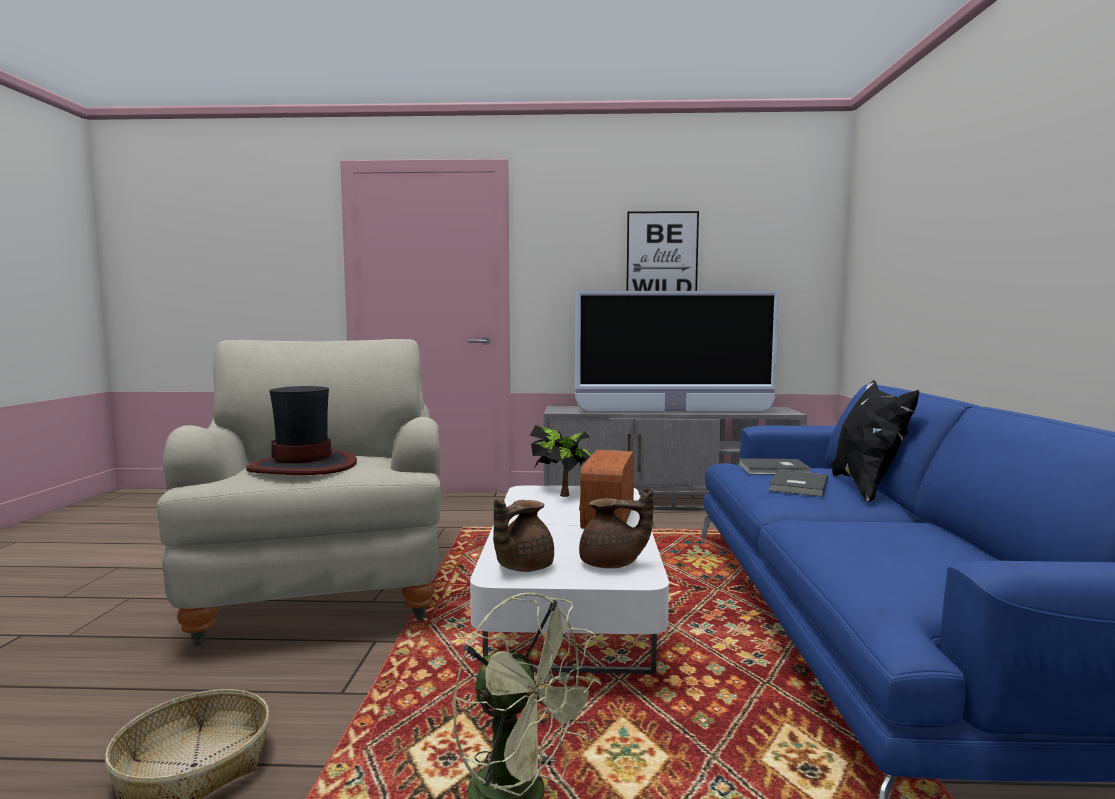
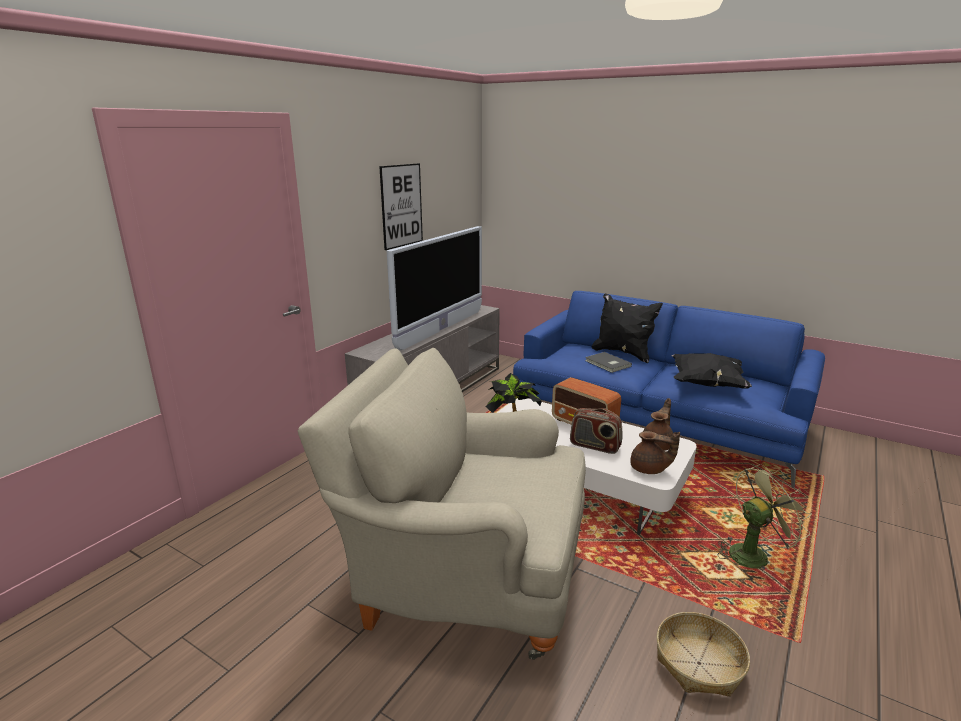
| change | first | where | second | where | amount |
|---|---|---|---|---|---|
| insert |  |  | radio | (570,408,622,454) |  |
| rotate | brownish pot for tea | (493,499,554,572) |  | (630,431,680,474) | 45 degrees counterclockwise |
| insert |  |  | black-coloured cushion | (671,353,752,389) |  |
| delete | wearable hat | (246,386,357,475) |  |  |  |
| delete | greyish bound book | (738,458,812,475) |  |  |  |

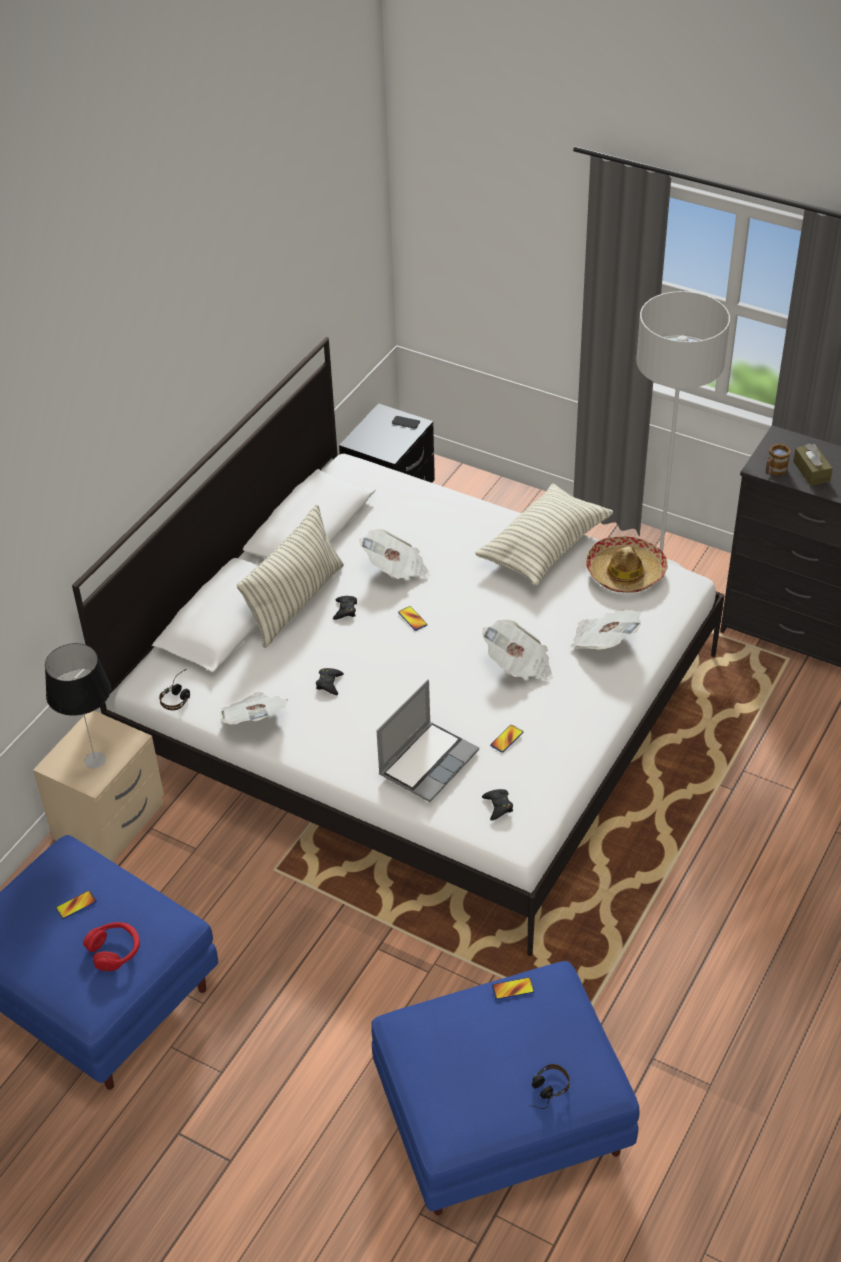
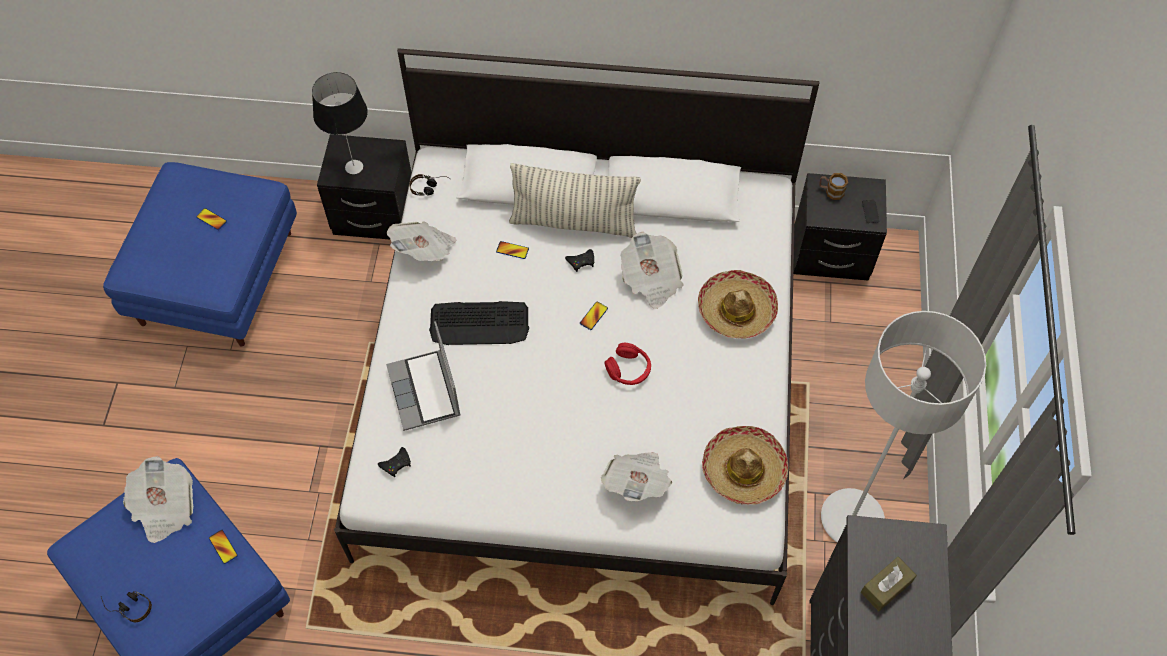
| change | first | where | second | where | amount |
|---|---|---|---|---|---|
| move | daily paper | (482,620,553,680) |  | (123,456,193,543) |  |
| recolor | sand-coloured nightstand | (33,711,164,862) | black-coloured nightstand | (317,134,411,240) |  |
| rotate | portable computer | (376,679,479,802) |  | (386,321,461,431) | 60 degrees clockwise |
| insert |  |  | computer keyboard | (429,301,529,345) |  |
| move | handset | (490,725,523,753) |  | (496,241,529,259) |  |
| move | reddish headphones | (83,922,140,971) |  | (604,343,651,385) |  |
| insert |  |  | wearable hat | (698,270,778,338) |  |
| move | mug | (766,444,791,476) |  | (819,173,848,200) |  |
| delete | black-coloured game controller | (316,668,344,695) |  |  |  |
| delete | cushion | (475,483,613,586) |  |  |  |

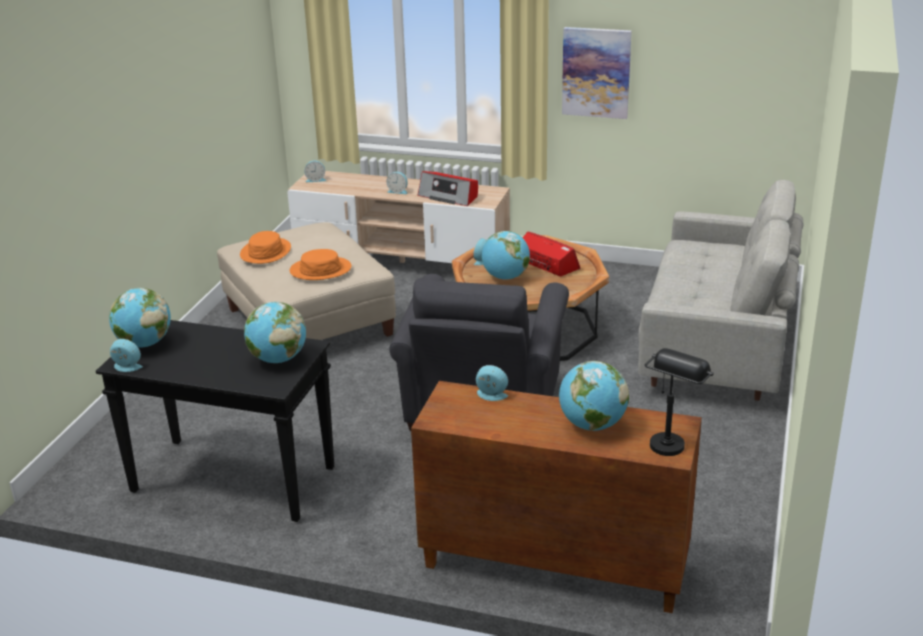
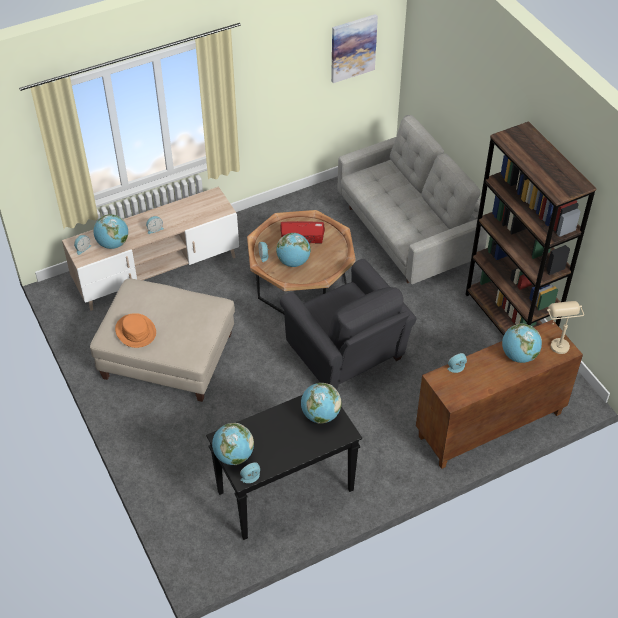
| change | first | where | second | where | amount |
|---|---|---|---|---|---|
| insert |  |  | desk globe | (94,214,128,249) |  |
| move | picture | (562,27,631,119) |  | (331,14,378,83) |  |
| insert |  |  | brownish bookshelf | (465,121,596,336) |  |
| recolor | black-coloured tabletop lamp | (645,348,713,456) | sand-coloured tabletop lamp | (547,301,584,354) |  |
| delete | orange-coloured wearable hat | (290,249,351,280) |  |  |  |
| delete | radio | (418,171,478,206) |  |  |  |

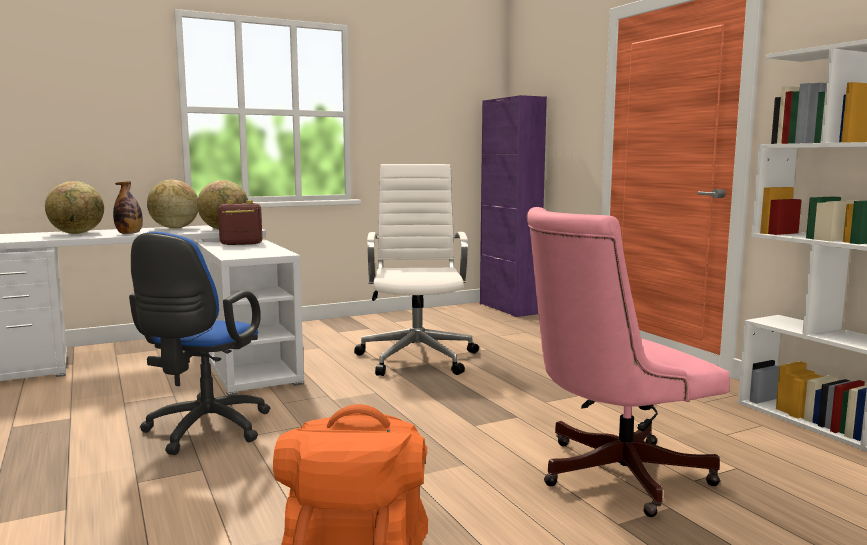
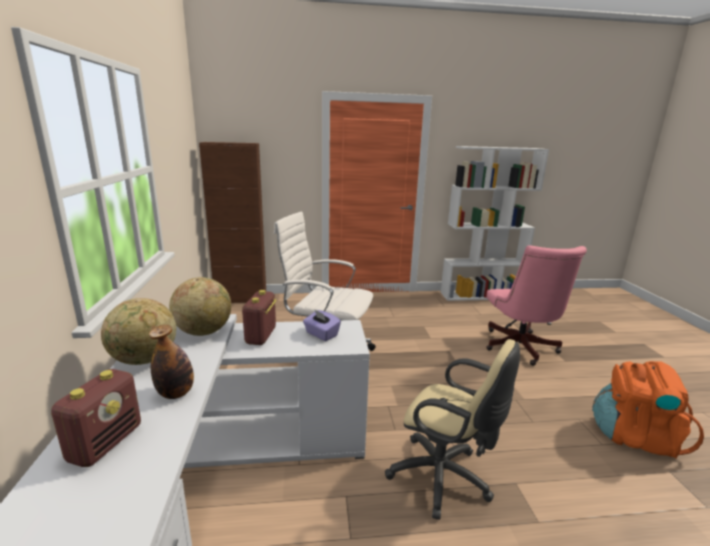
| change | first | where | second | where | amount |
|---|---|---|---|---|---|
| replace | desk globe | (45,181,104,234) | radio | (51,369,141,467) |  |
| recolor | purple cabinet | (480,95,547,317) | brownish cabinet | (199,142,266,303) |  |
| insert |  |  | purple box of tissues | (303,309,341,341) |  |
| recolor | blue-coloured computer chair | (129,232,271,455) | sand-coloured computer chair | (385,339,520,520) |  |

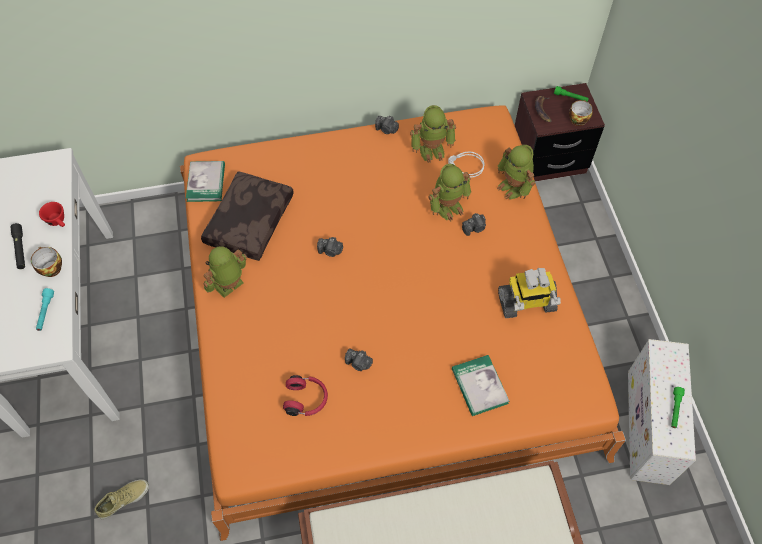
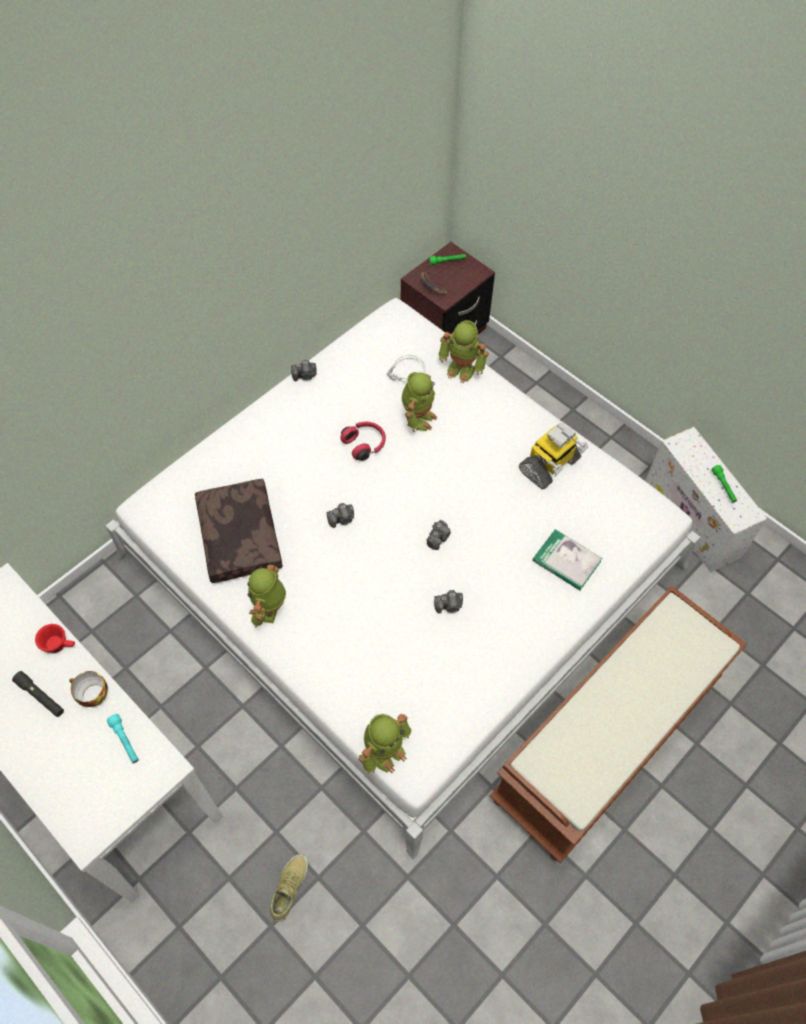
| change | first | where | second | where | amount |
|---|---|---|---|---|---|
| recolor | orange-coloured bedroom bed | (180,105,626,541) | whitish bedroom bed | (105,298,701,859) |  |
| move | reddish headphones | (283,375,328,416) |  | (340,422,386,461) |  |
| move | toy robot | (410,105,456,163) |  | (358,714,411,773) |  |
| move | photo camera | (462,213,486,236) |  | (426,520,451,550) |  |
| delete | bound book | (186,161,225,202) |  |  |  |
| delete | cup | (569,100,593,126) |  |  |  |

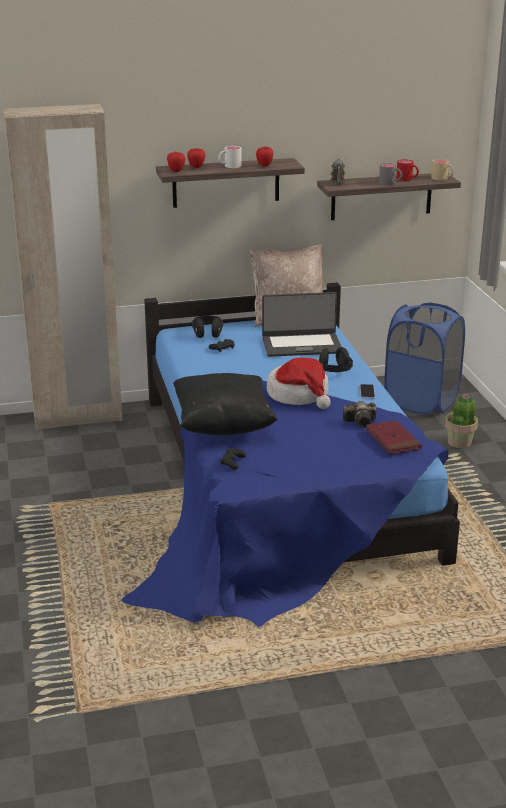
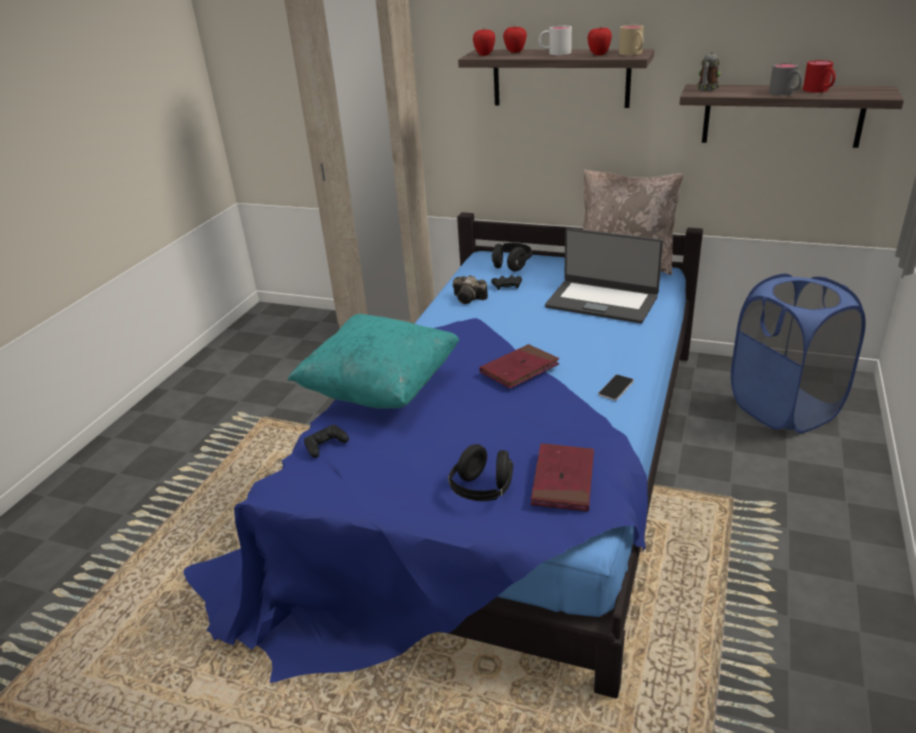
| change | first | where | second | where | amount |
|---|---|---|---|---|---|
| recolor | black-coloured cushion | (173,373,278,435) | turquoise-coloured cushion | (288,314,460,409) |  |
| move | black-coloured headphones | (319,347,353,372) |  | (448,444,513,501) |  |
| move | photo camera | (343,401,377,427) |  | (453,275,488,304) |  |
| replace | wearable hat | (267,358,330,409) | reddish bound book | (479,344,559,388) |  |
| move | sand-coloured mug | (431,159,454,180) |  | (619,25,644,55) |  |
| delete | potted plant | (445,393,478,448) |  |  |  |

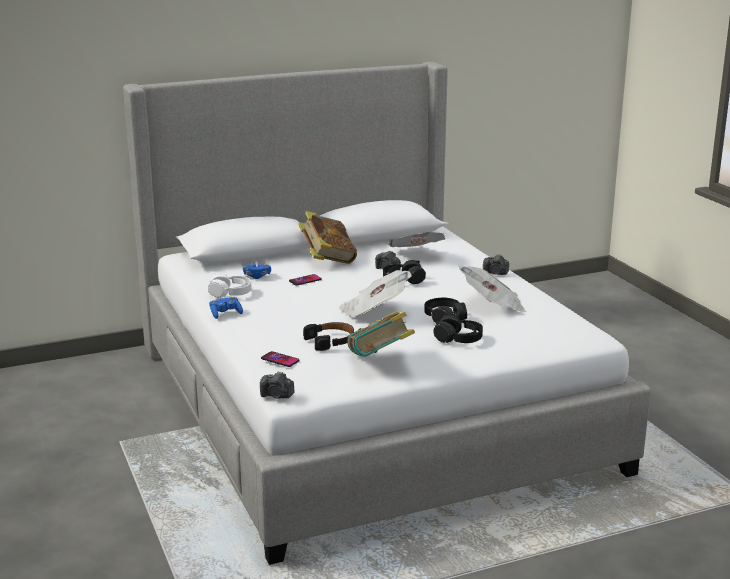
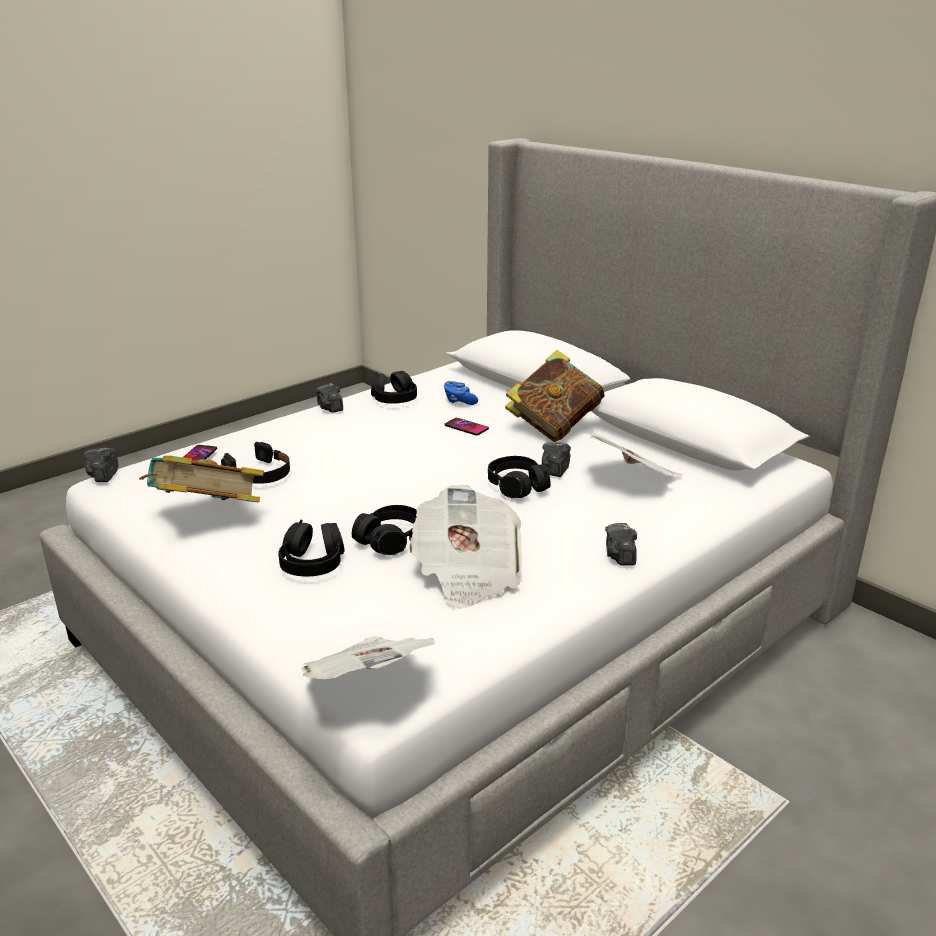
| change | first | where | second | where | amount |
|---|---|---|---|---|---|
| move | daily paper | (339,270,412,318) |  | (301,636,436,679) |  |
| replace | blue-coloured game controller | (209,297,243,319) | photo camera | (315,383,343,413) |  |
| recolor | whitish headphones | (208,273,251,298) | black-coloured headphones | (371,371,417,404) |  |

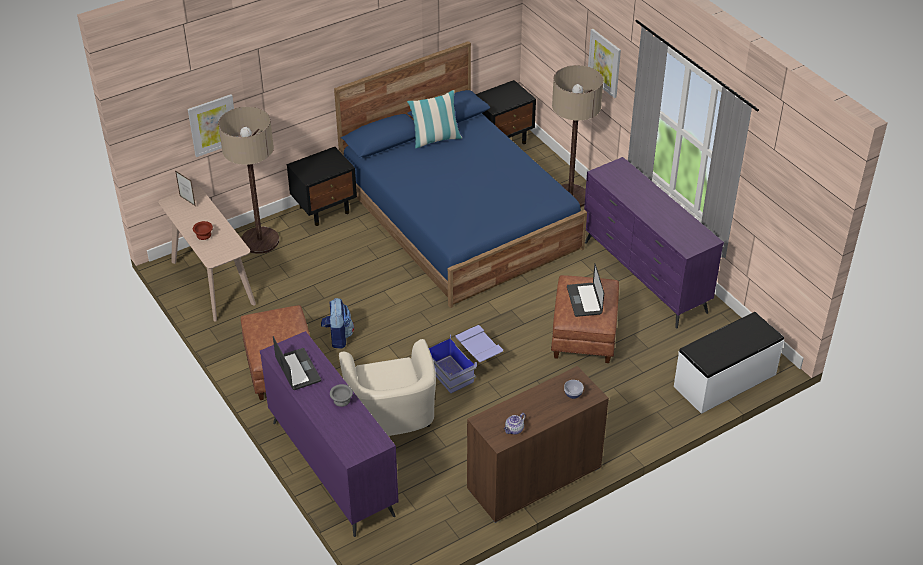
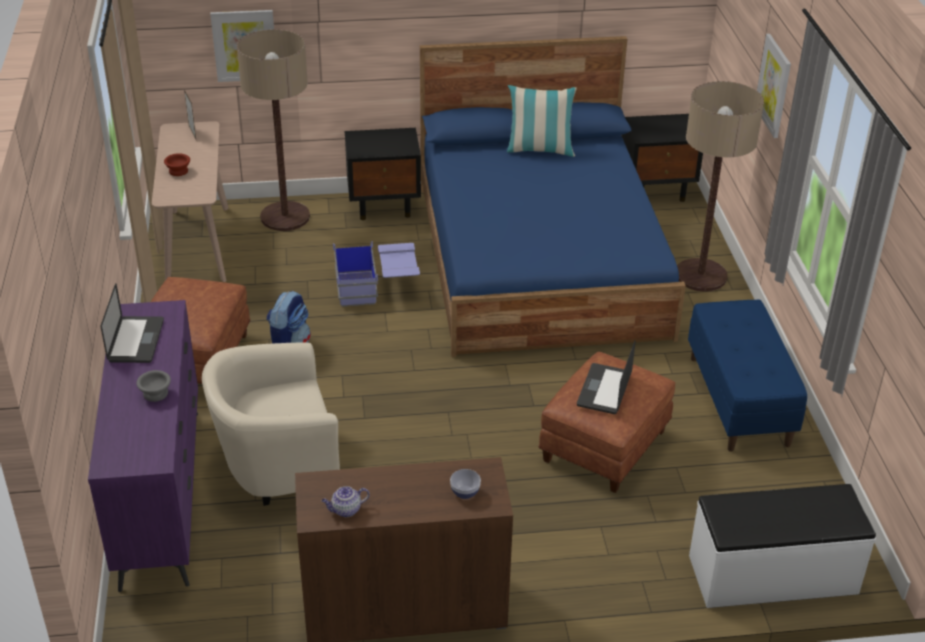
| change | first | where | second | where | amount |
|---|---|---|---|---|---|
| rotate | sand-coloured easy chair | (339,339,436,436) |  | (202,343,340,506) | 60 degrees clockwise |
| move | blue-coloured storage bin | (429,325,503,393) |  | (333,241,420,307) |  |
| replace | purple drawer chest | (584,157,724,329) | blue-coloured bench | (688,300,807,452) |  |

